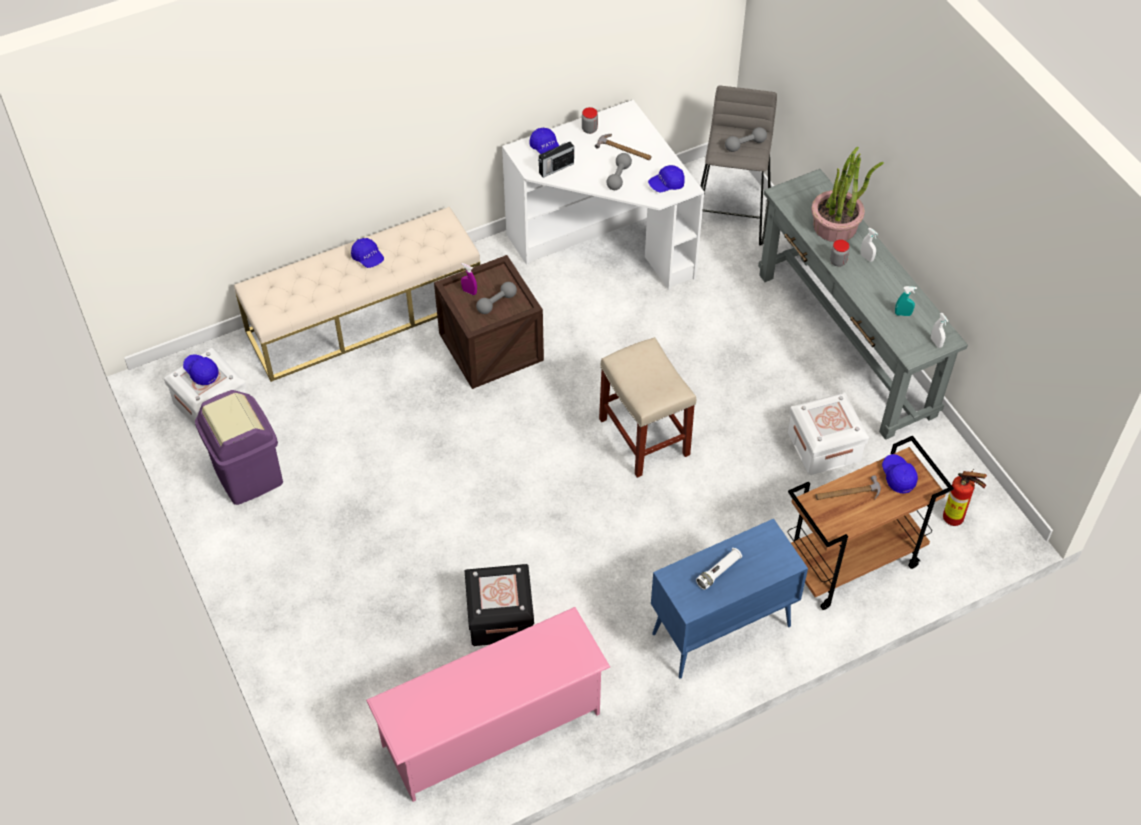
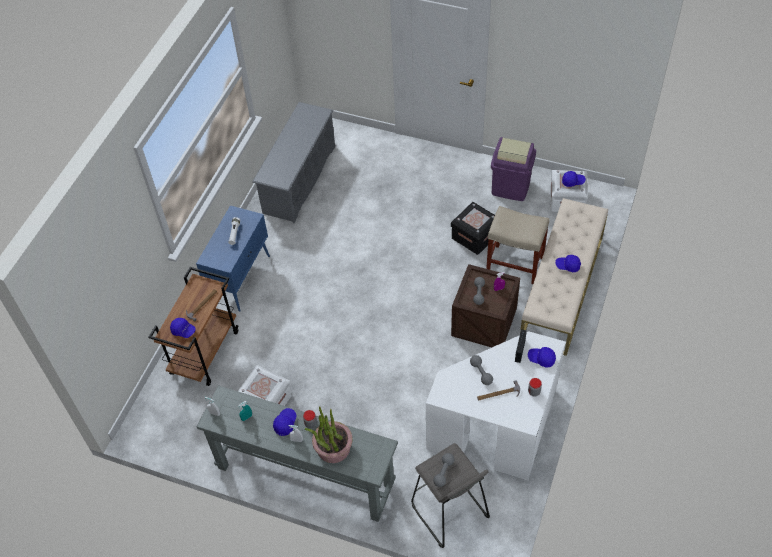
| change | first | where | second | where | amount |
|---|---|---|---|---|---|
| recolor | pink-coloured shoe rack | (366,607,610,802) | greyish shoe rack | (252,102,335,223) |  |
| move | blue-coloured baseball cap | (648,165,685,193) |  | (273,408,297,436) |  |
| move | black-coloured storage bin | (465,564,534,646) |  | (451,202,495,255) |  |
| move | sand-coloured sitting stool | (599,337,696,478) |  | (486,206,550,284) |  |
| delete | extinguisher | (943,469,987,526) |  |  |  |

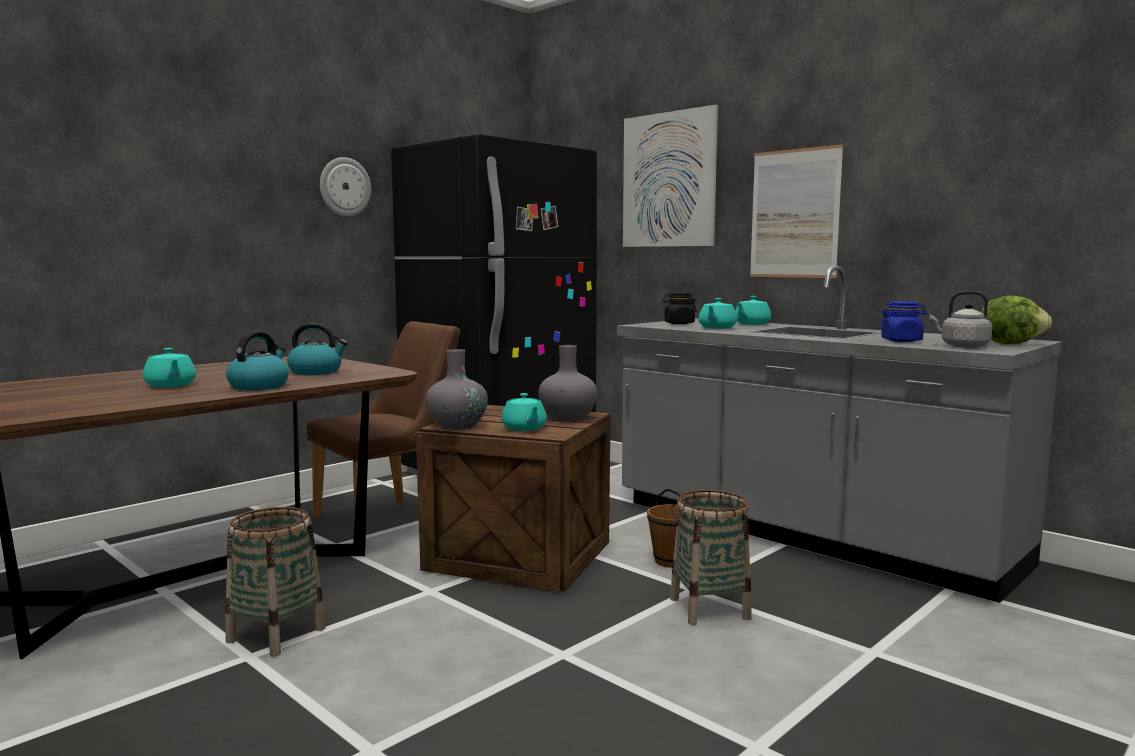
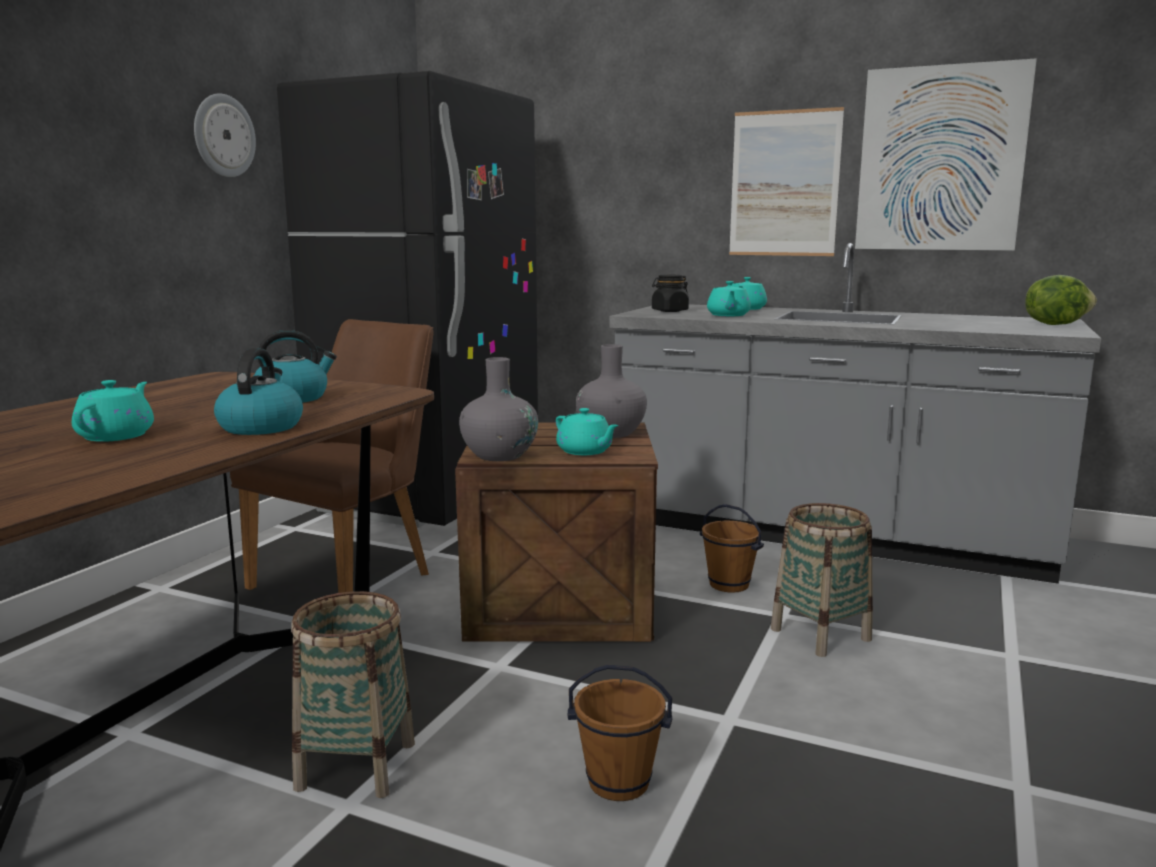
| change | first | where | second | where | amount |
|---|---|---|---|---|---|
| rotate | turquoise-coloured pot for tea | (143,348,196,388) |  | (72,380,154,442) | 120 degrees counterclockwise |
| insert |  |  | brownish bucket | (567,665,672,801) |  |
| move | picture | (623,105,718,247) |  | (855,58,1037,251) |  |
| delete | blue-coloured jar | (880,301,927,342) |  |  |  |
| delete | greyish water kettle | (929,291,992,348) |  |  |  |

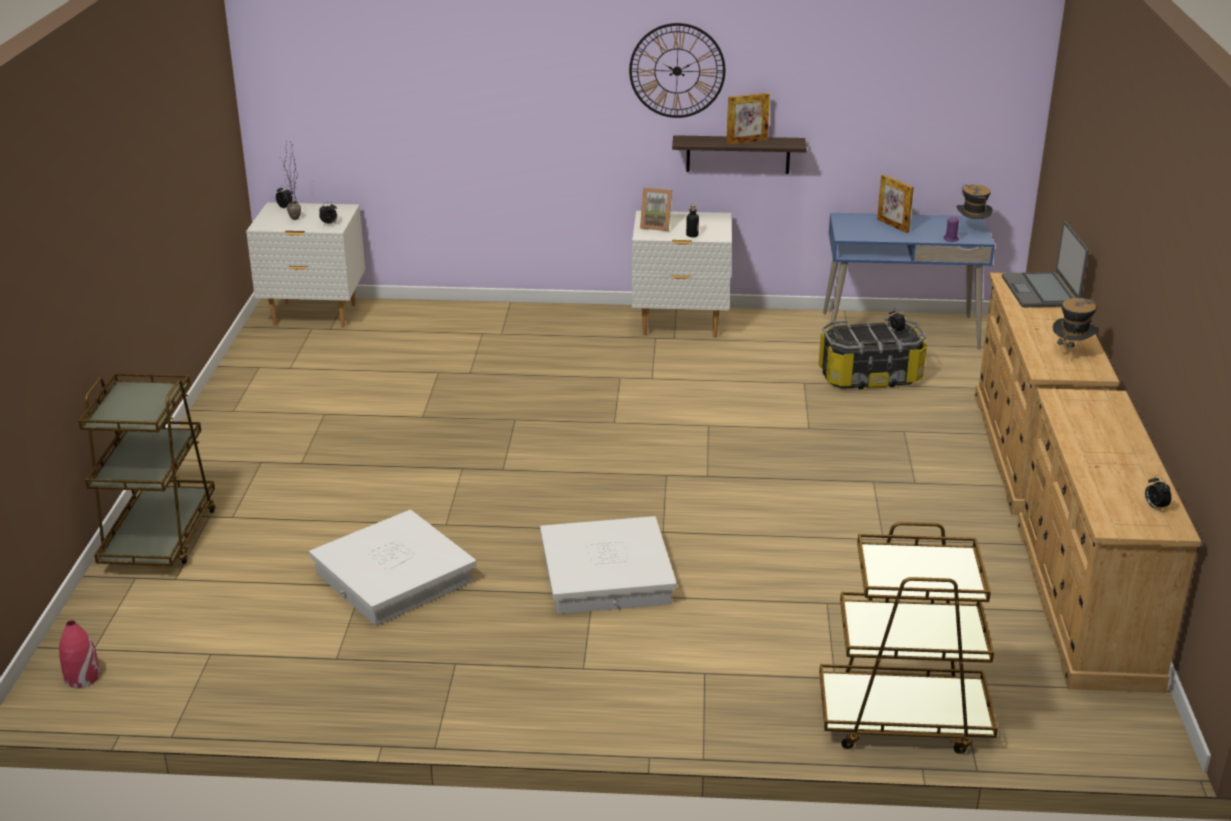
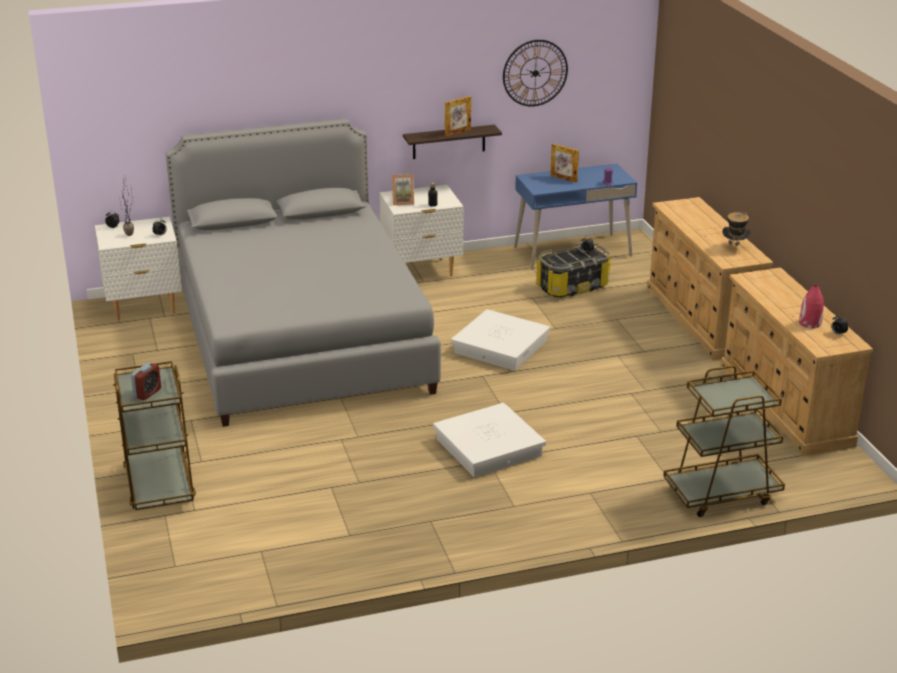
| change | first | where | second | where | amount |
|---|---|---|---|---|---|
| insert |  |  | bedside clock | (131,362,161,400) |  |
| insert |  |  | greyish bedroom bed | (166,119,441,427) |  |
| move | whitish storage bin | (309,510,477,626) |  | (451,309,550,371) |  |
| move | wall clock | (629,23,725,118) |  | (503,40,568,107) |  |
| move | reddish flower vase | (59,620,101,688) |  | (799,285,824,328) |  |
| delete | wearable hat | (956,185,993,219) |  |  |  |
| delete | portable computer | (1002,221,1089,307) |  |  |  |

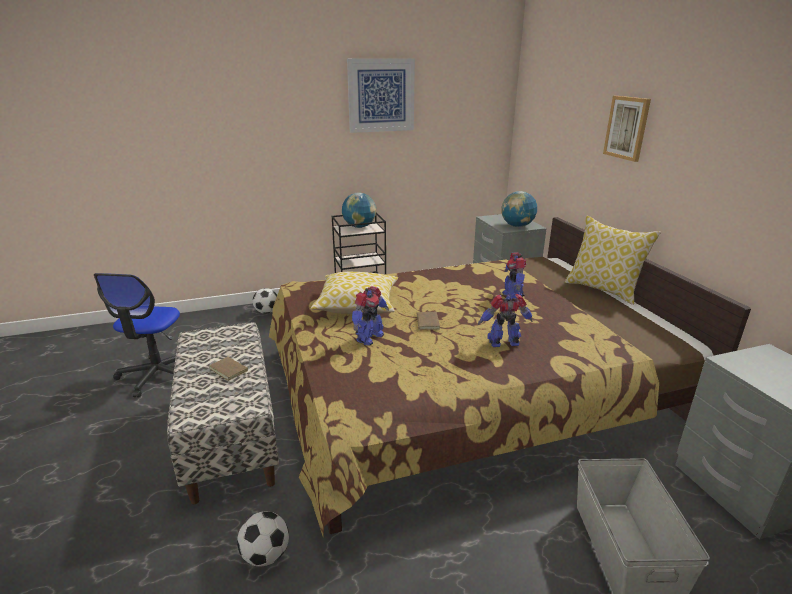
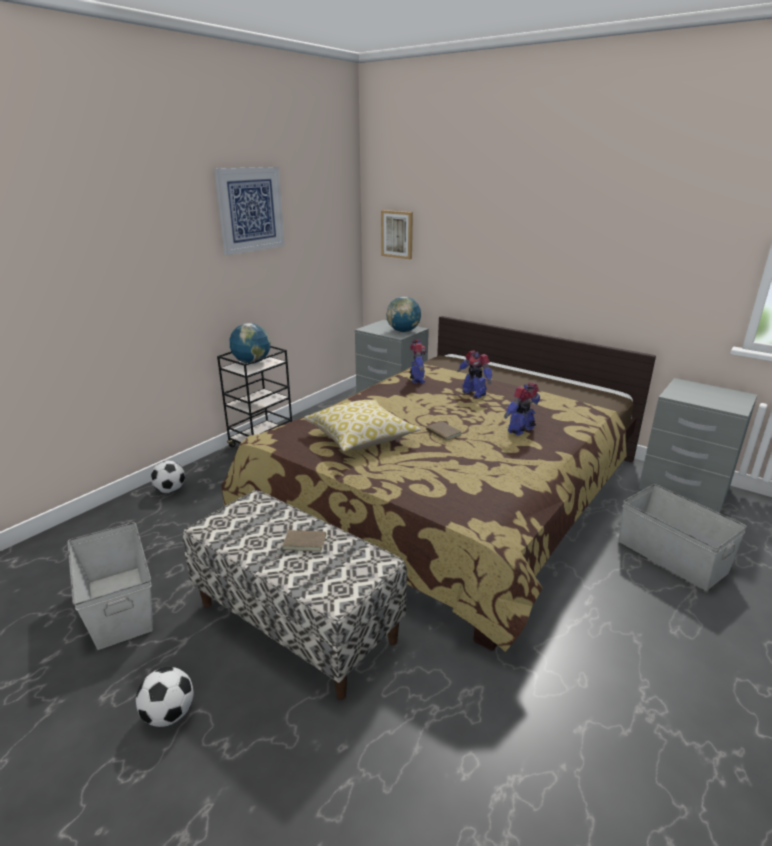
| change | first | where | second | where | amount |
|---|---|---|---|---|---|
| replace | computer chair | (94,273,180,398) | greyish storage bin | (67,522,153,650) |  |
| move | football | (237,511,289,567) |  | (136,667,194,727) |  |
| move | picture | (603,96,651,162) |  | (381,210,413,259) |  |
| move | toy robot | (352,286,389,346) |  | (409,339,426,384) |  |
| delete | cushion | (565,216,661,305) |  |  |  |

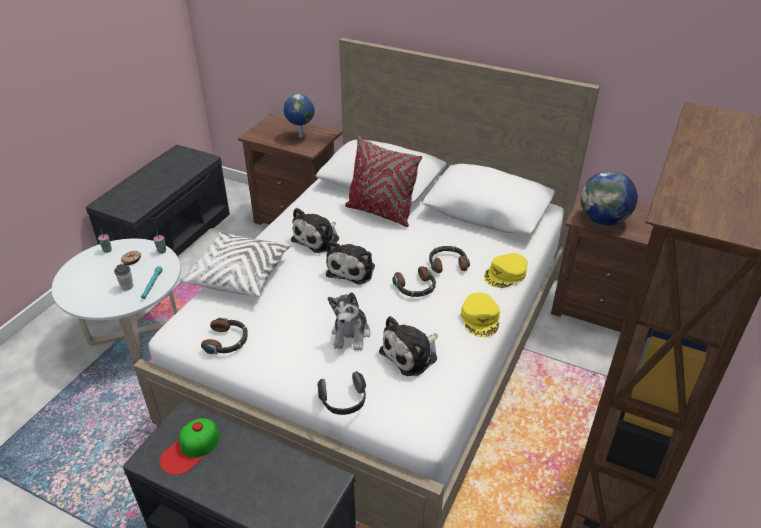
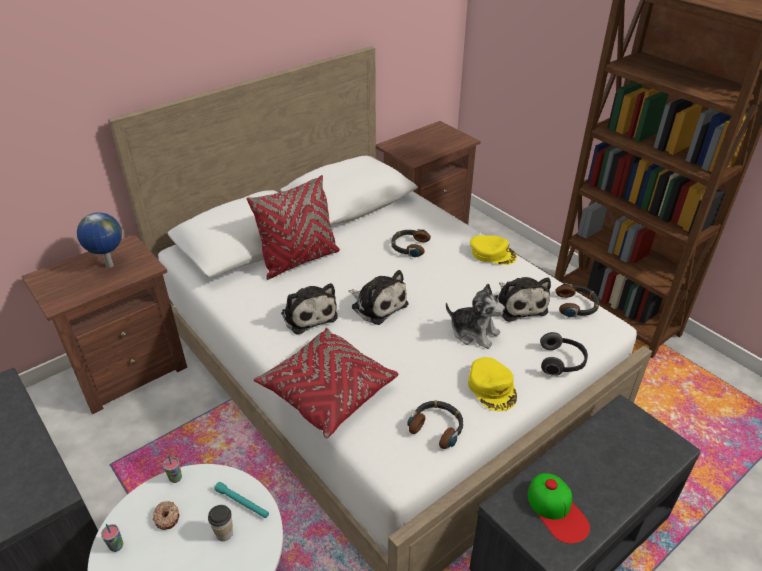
| change | first | where | second | where | amount |
|---|---|---|---|---|---|
| recolor | whitish cushion | (180,232,291,297) | reddish cushion | (254,328,398,439) |  |
| move | yellow baseball cap | (484,253,528,288) |  | (468,357,517,411) |  |
| move | headphones | (392,266,436,297) |  | (555,283,599,317) |  |
| delete | desk globe | (581,171,638,225) |  |  |  |

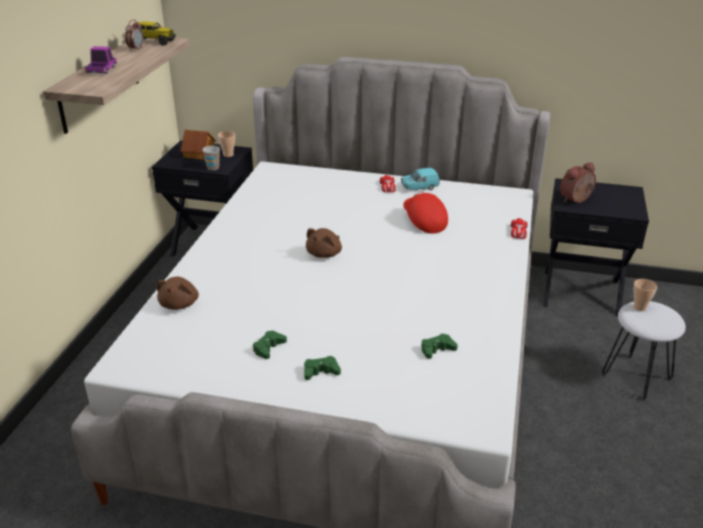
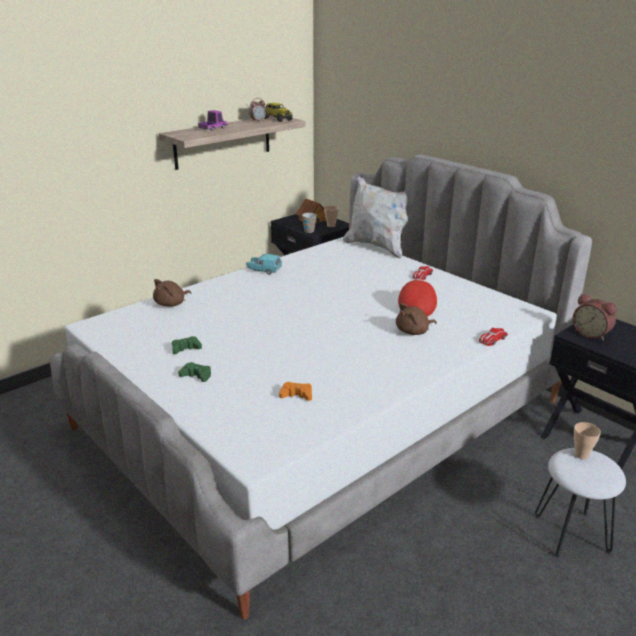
| change | first | where | second | where | amount |
|---|---|---|---|---|---|
| move | turquoise-coloured model car | (401,168,440,190) |  | (246,254,282,275) |  |
| recolor | greenish game controller | (421,333,458,359) | orange-coloured game controller | (279,382,312,401) |  |
| insert |  |  | whitish cushion | (343,176,408,259) |  |
| move | brownish soft toy | (306,228,342,258) |  | (396,303,437,335) |  |
| rotate | bedside clock | (560,162,596,203) |  | (573,294,617,341) | 135 degrees counterclockwise |

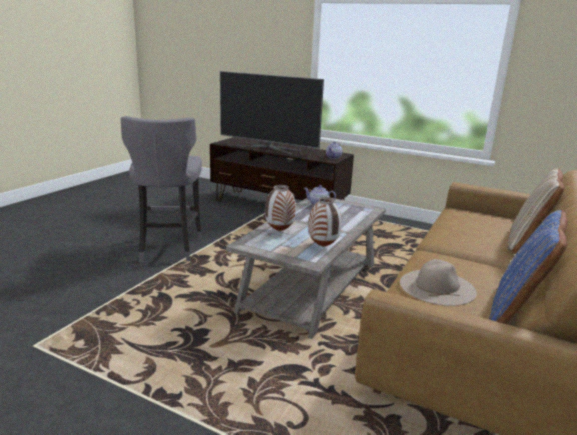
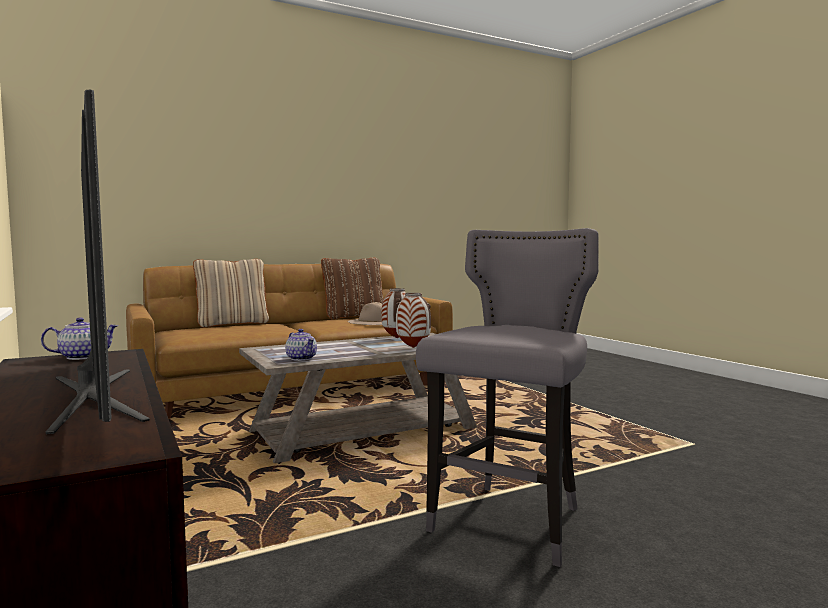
| change | first | where | second | where | amount |
|---|---|---|---|---|---|
| recolor | blue-coloured cushion | (489,210,568,324) | brownish cushion | (321,258,384,319) |  |

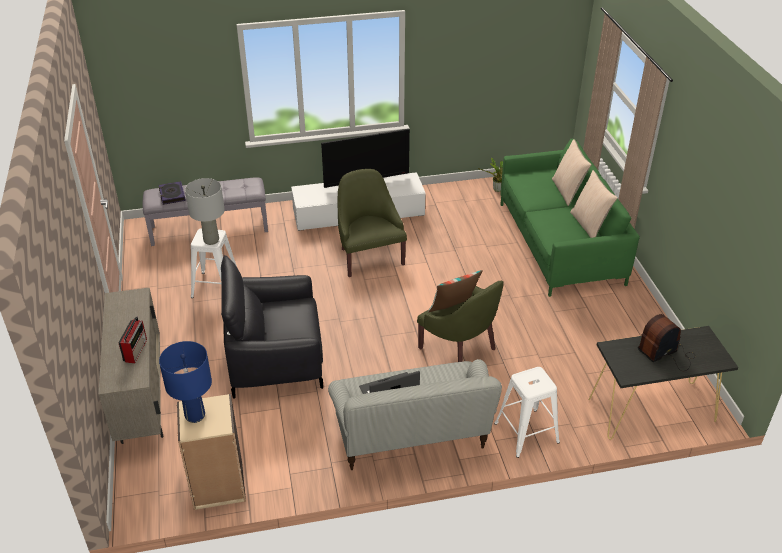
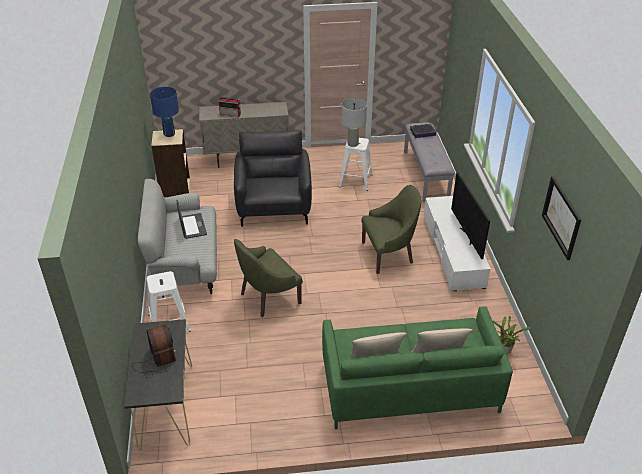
| change | first | where | second | where | amount |
|---|---|---|---|---|---|
| insert |  |  | picture | (542,176,581,260) |  |
| delete | cushion | (428,270,483,312) |  |  |  |

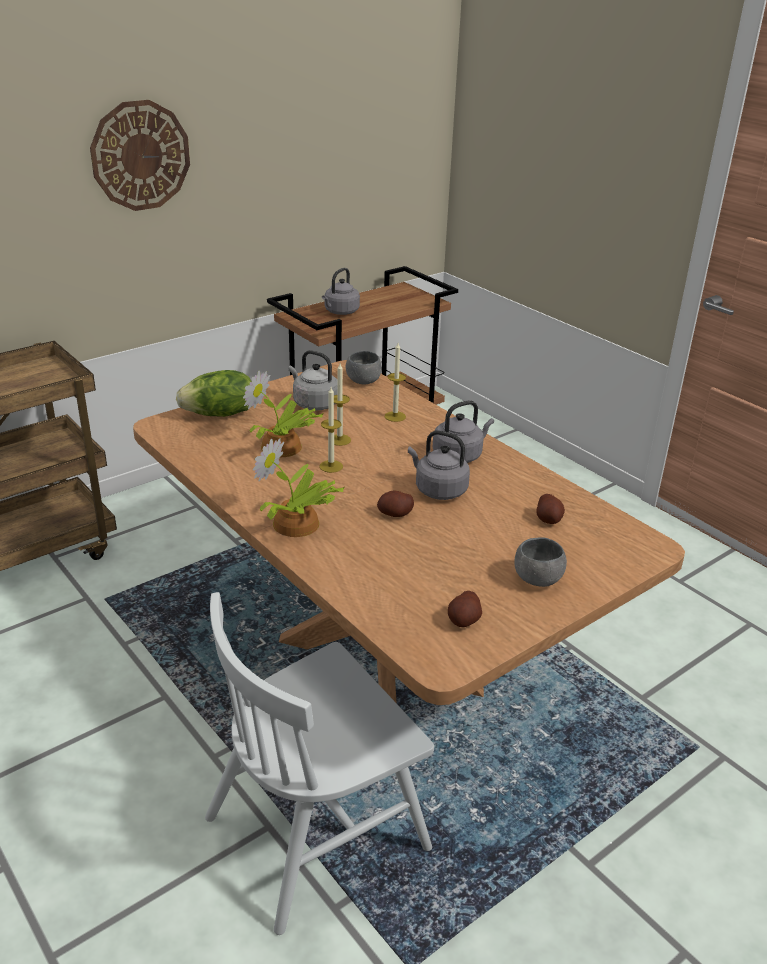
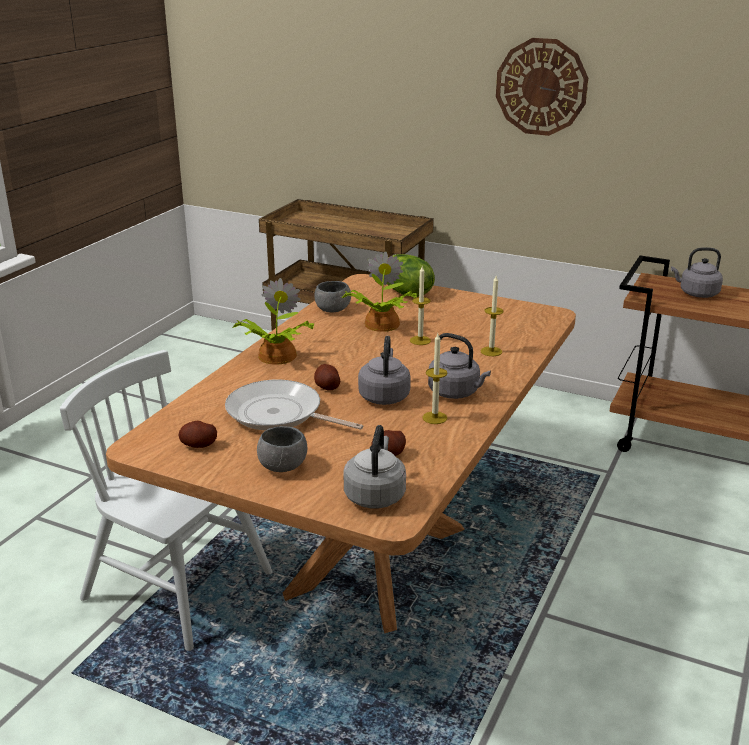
| change | first | where | second | where | amount |
|---|---|---|---|---|---|
| insert |  |  | frying pan | (225,380,363,430) |  |
| move | greyish deep dish | (346,351,382,384) |  | (314,281,351,313) |  |
| move | greyish water kettle | (289,350,338,410) |  | (344,425,406,508) |  |
| move | wax light | (320,387,343,473) |  | (422,334,448,424) |  |

